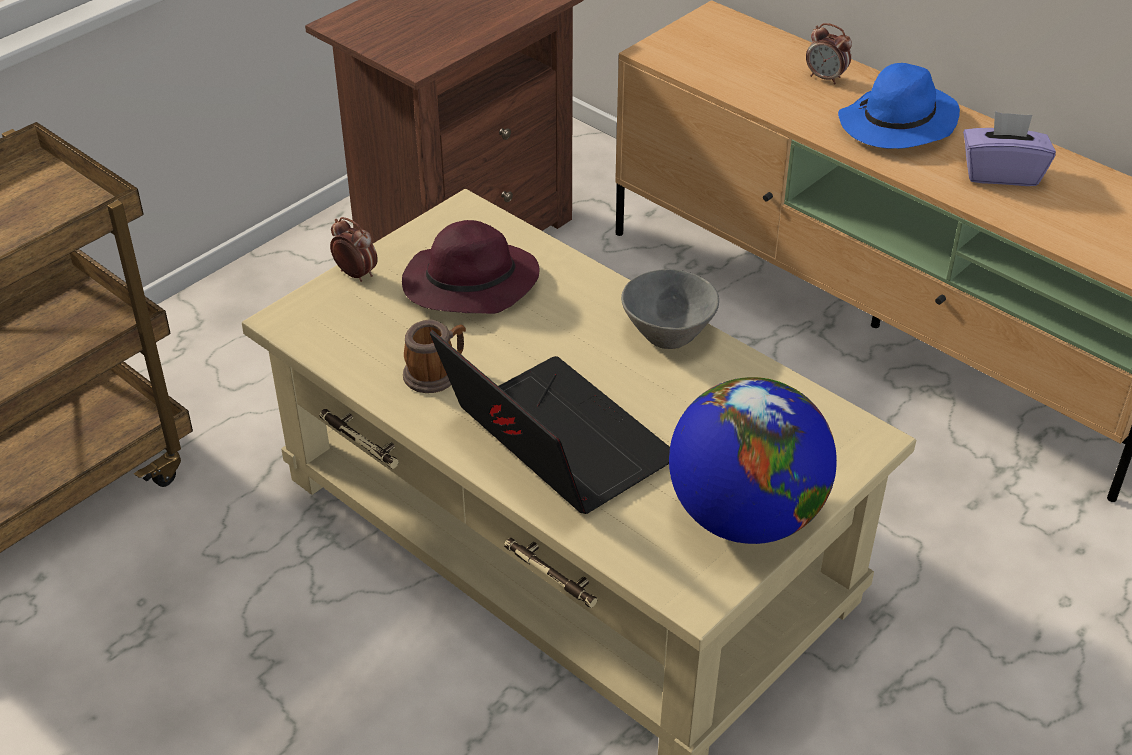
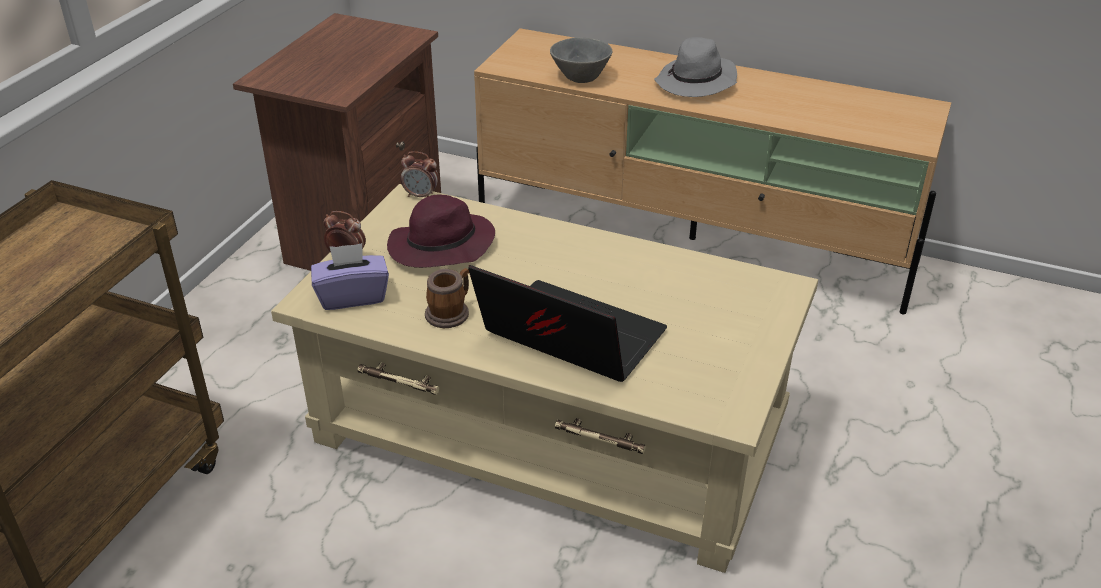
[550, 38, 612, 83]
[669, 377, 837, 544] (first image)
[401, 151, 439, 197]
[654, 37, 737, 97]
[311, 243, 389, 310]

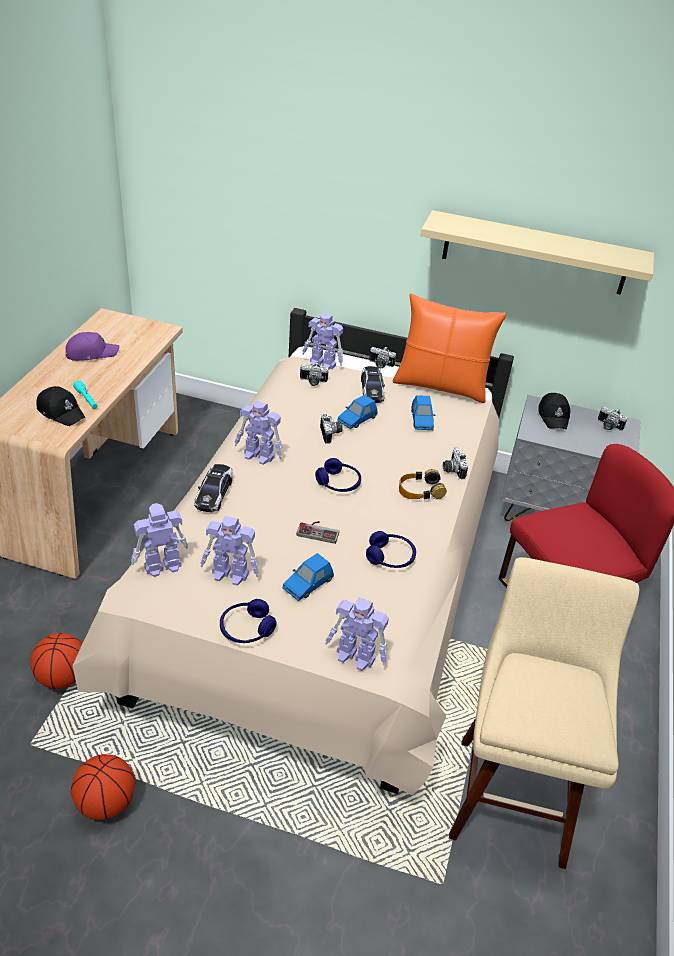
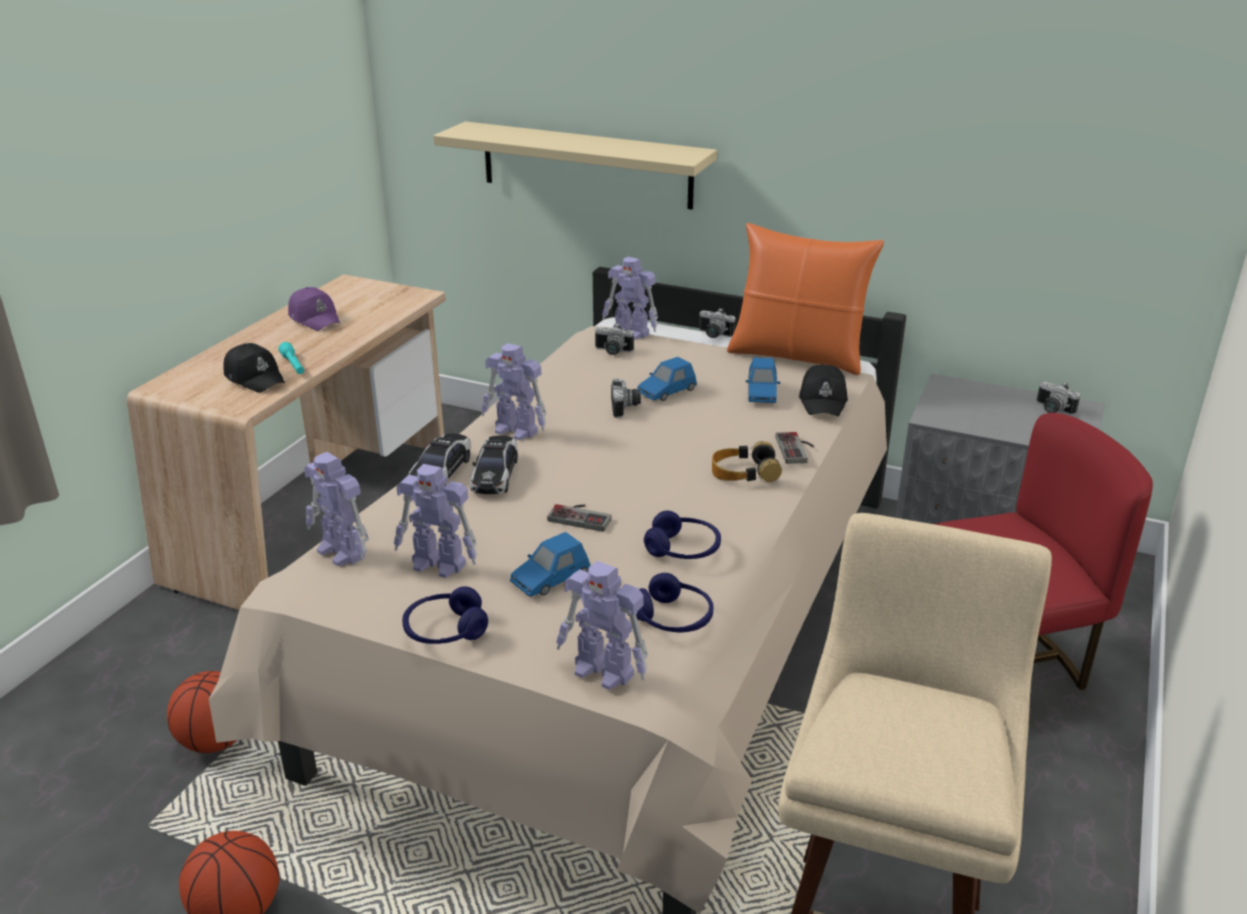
[288, 287, 340, 331]
[304, 452, 369, 566]
[636, 573, 714, 632]
[470, 435, 518, 494]
[433, 122, 717, 209]
[775, 432, 814, 464]
[799, 364, 848, 416]

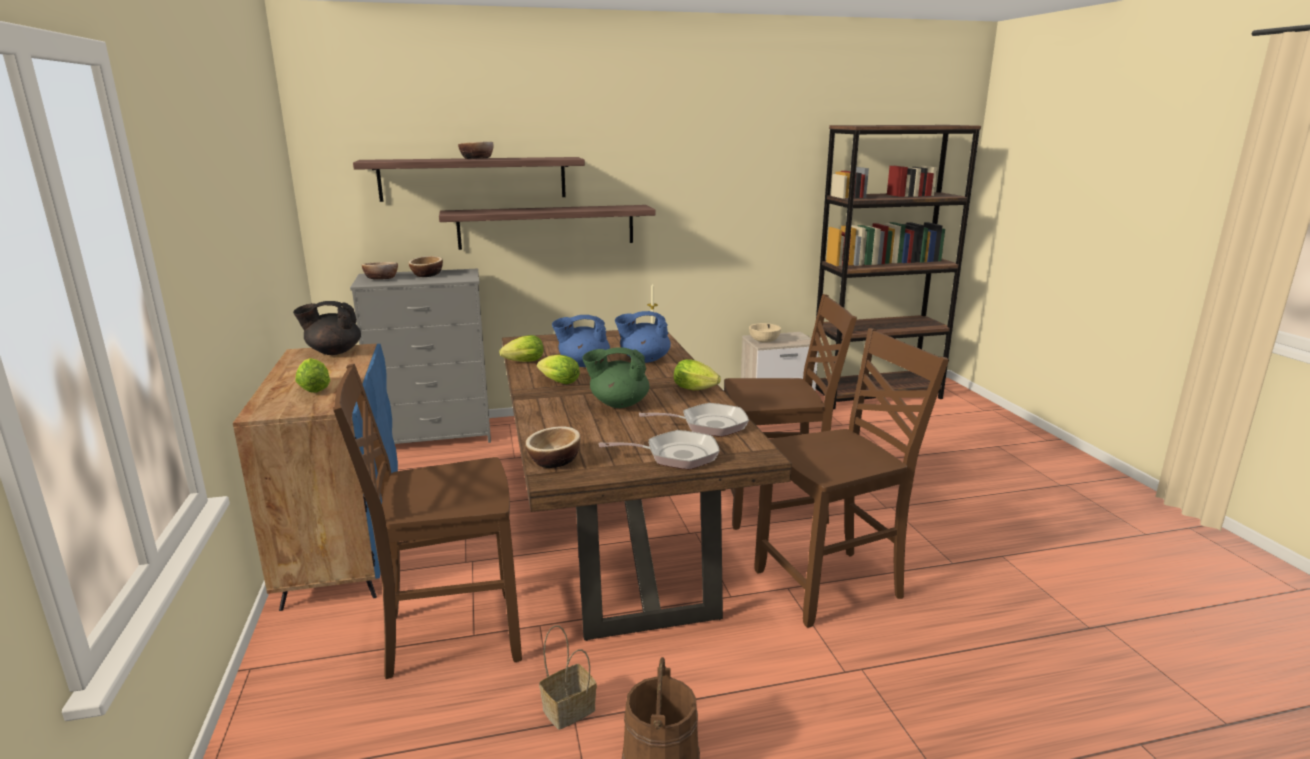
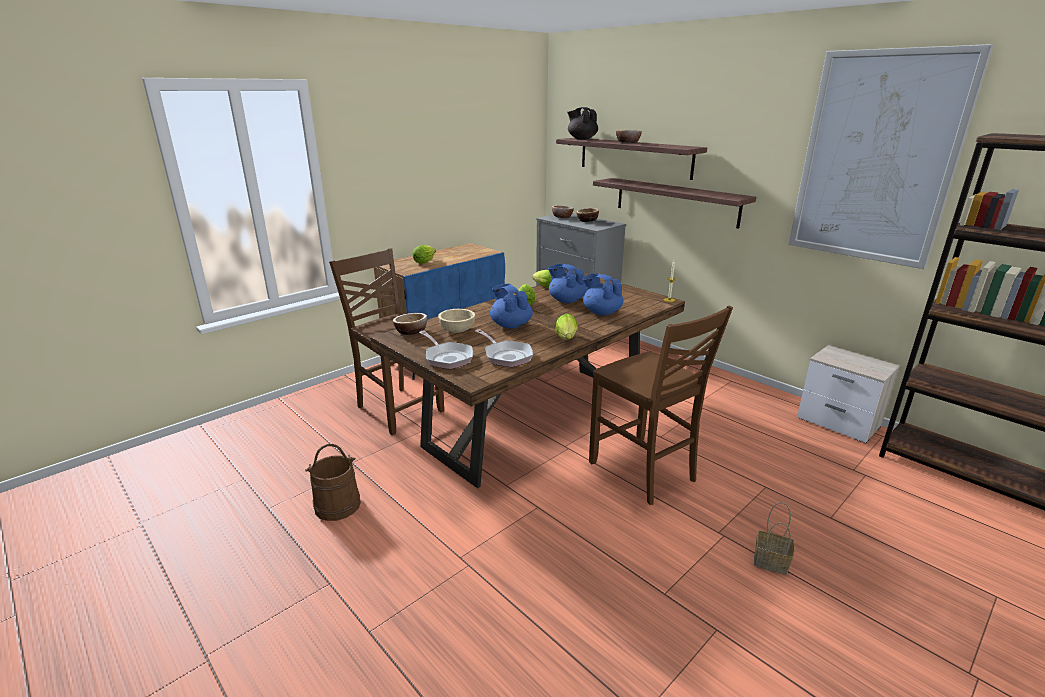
[567, 107, 598, 140]
[754, 502, 795, 575]
[490, 284, 533, 329]
[438, 309, 475, 333]
[754, 328, 949, 628] (first image)
[789, 44, 993, 269]

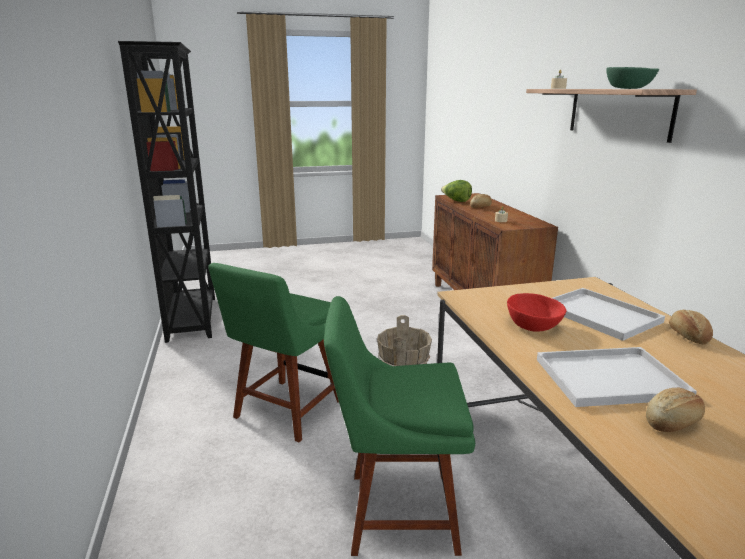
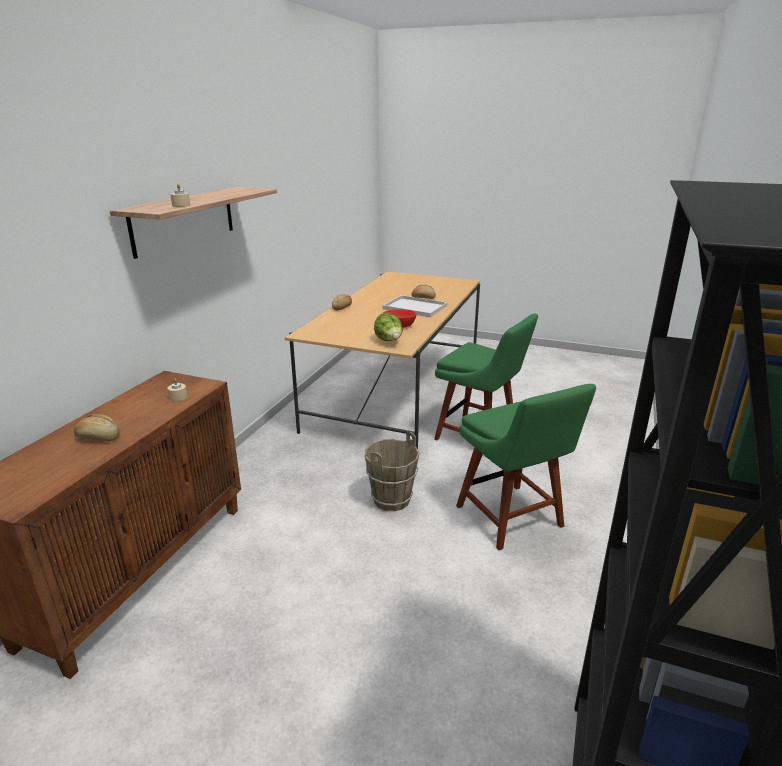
[456, 384, 596, 550]
[374, 313, 403, 341]
[552, 288, 665, 341] (first image)
[606, 67, 659, 89] (first image)

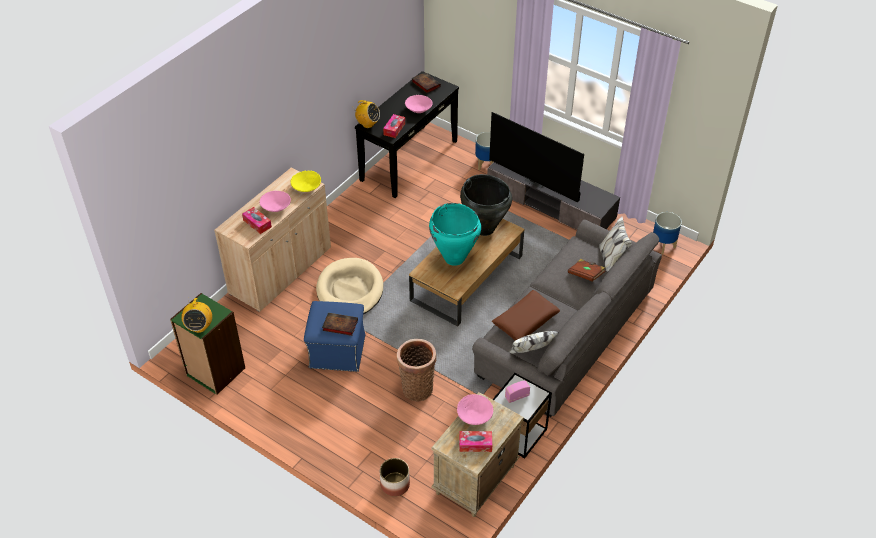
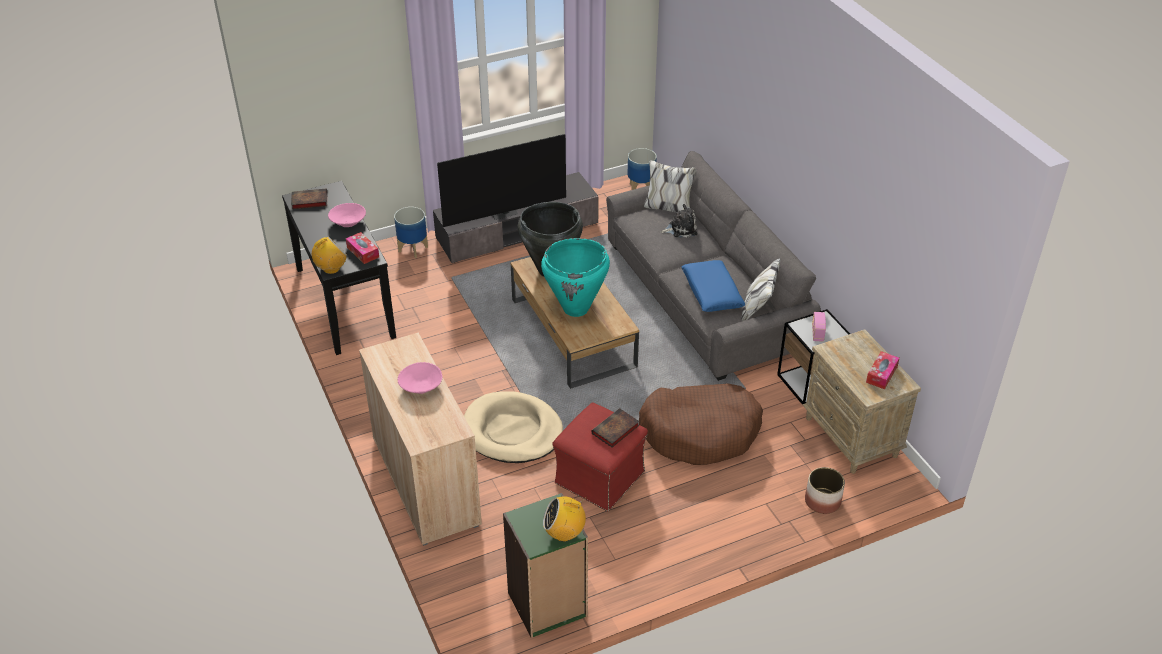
[543, 496, 587, 542]
[242, 207, 272, 234] (first image)
[290, 171, 321, 192] (first image)
[552, 402, 648, 512]
[639, 384, 763, 465]
[457, 394, 493, 425] (first image)
[682, 260, 745, 312]
[660, 204, 698, 238]

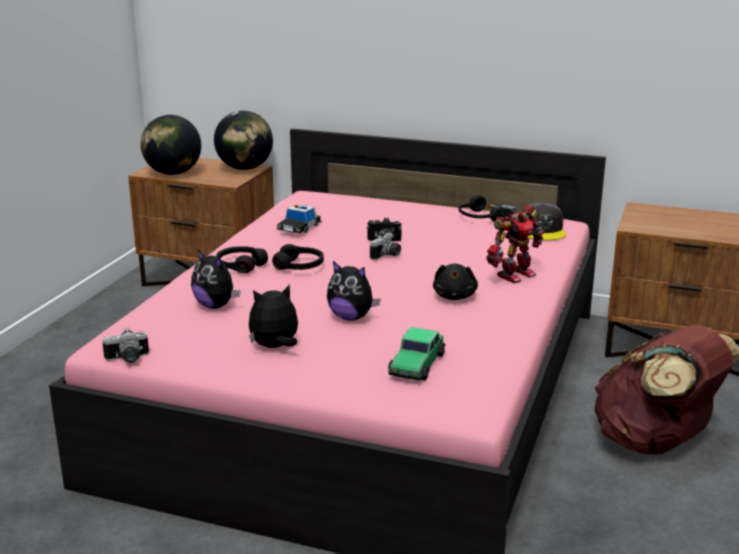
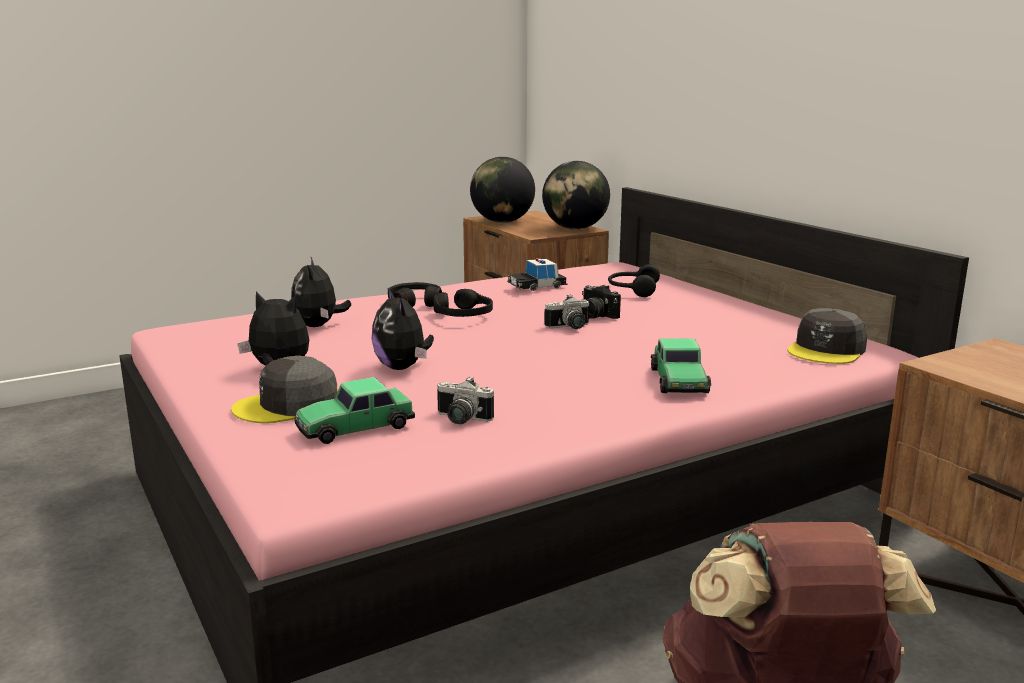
[437, 377, 494, 424]
[433, 264, 478, 300] (first image)
[608, 264, 660, 297]
[651, 339, 711, 393]
[231, 356, 337, 423]

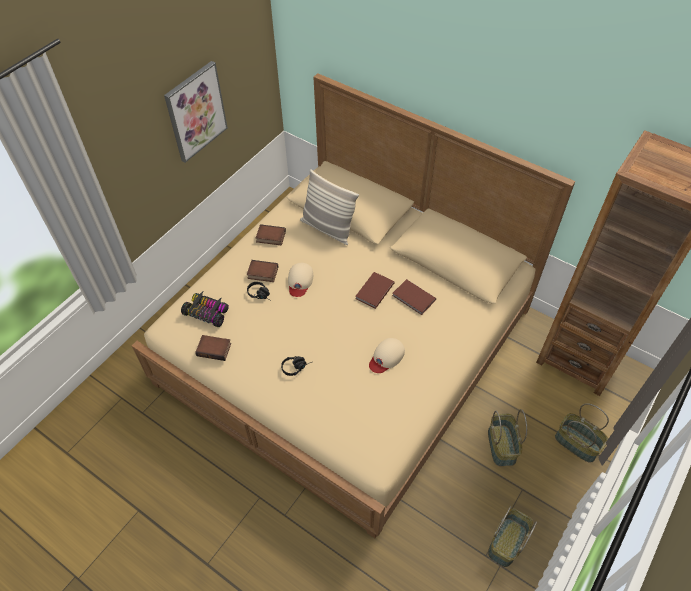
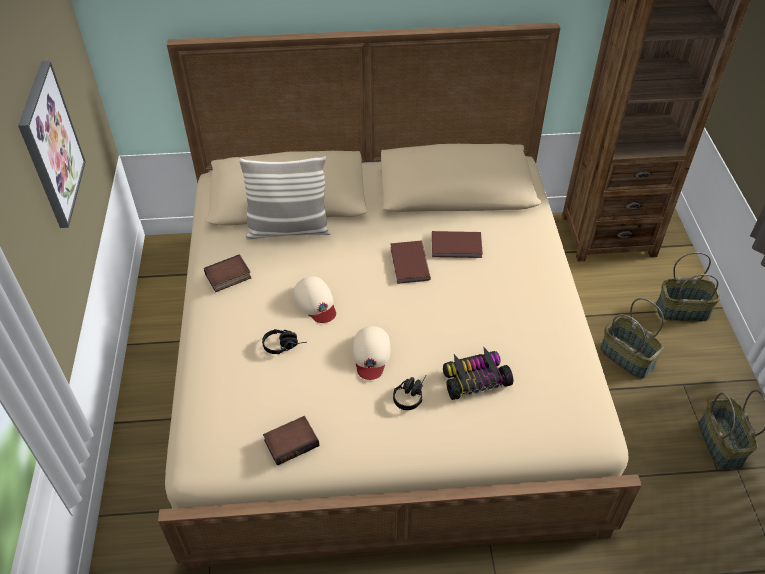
[443, 346, 514, 400]
[247, 260, 278, 282] (first image)
[352, 326, 390, 380]

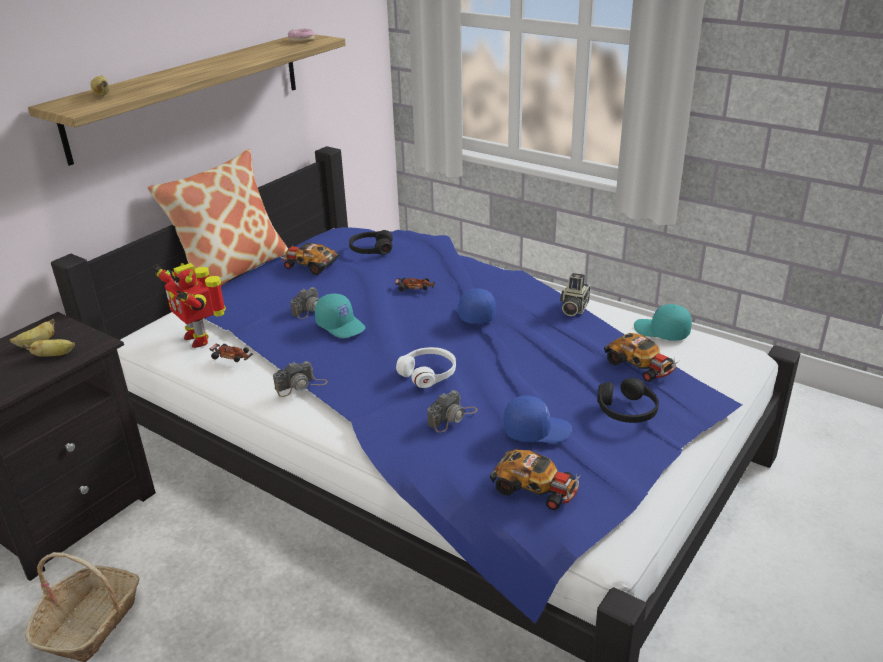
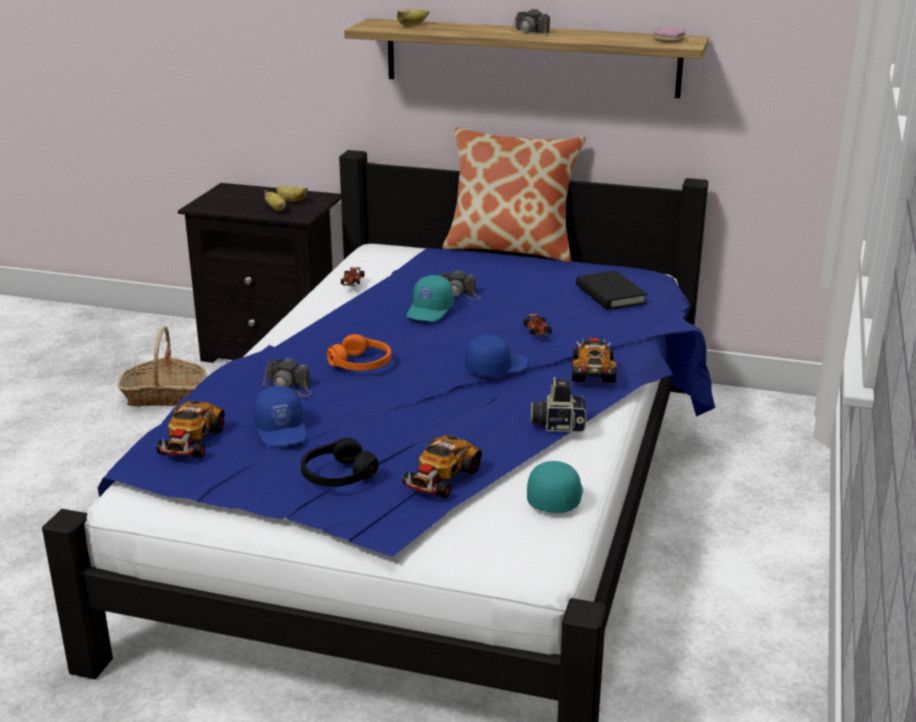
[153, 263, 226, 348] (first image)
[511, 9, 550, 36]
[572, 338, 617, 383]
[576, 271, 648, 310]
[327, 334, 391, 371]

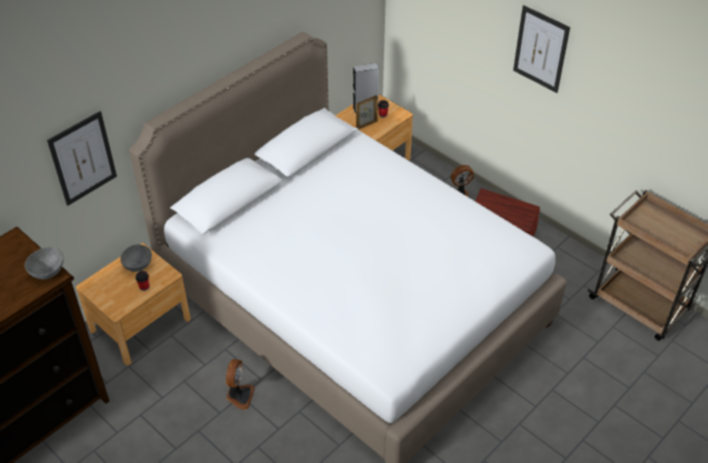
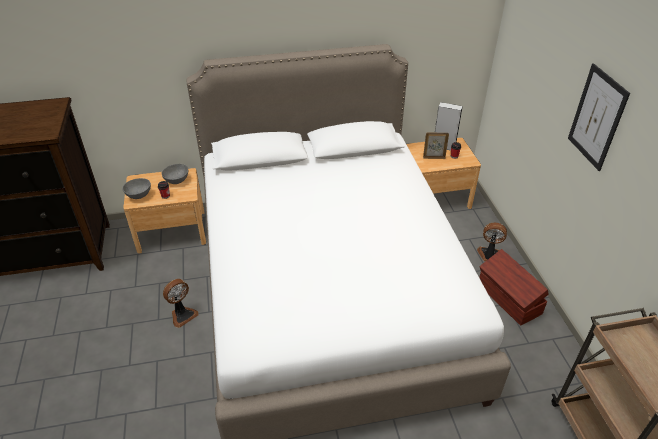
[122, 178, 151, 199]
[47, 111, 117, 206] (first image)

